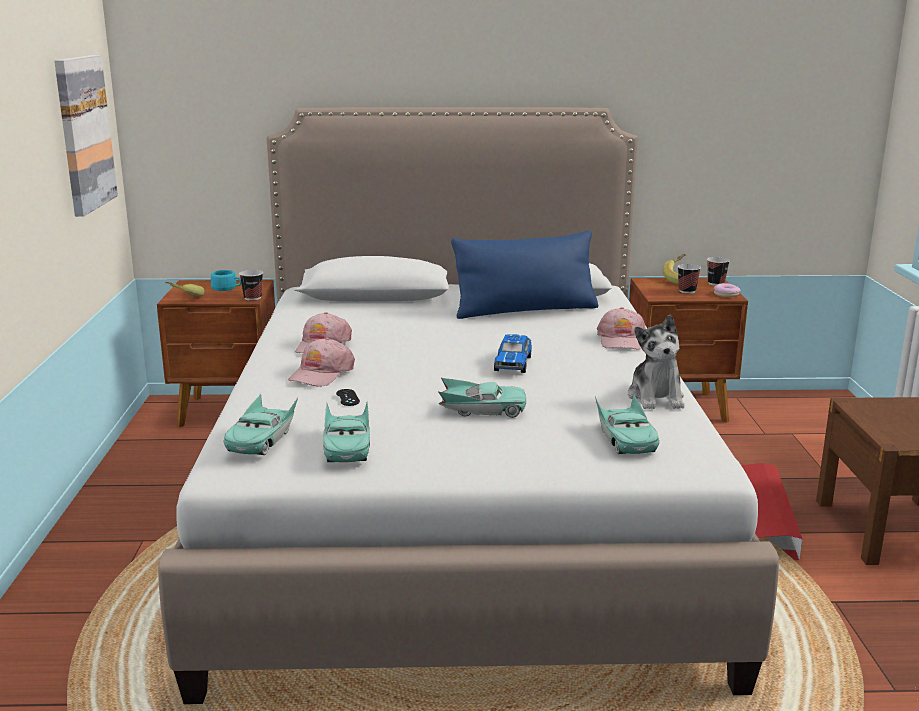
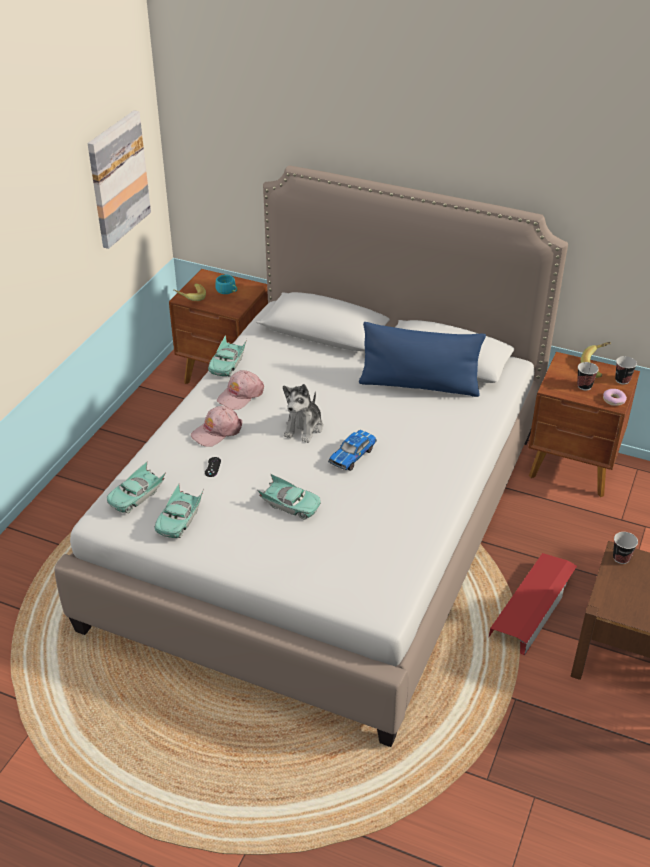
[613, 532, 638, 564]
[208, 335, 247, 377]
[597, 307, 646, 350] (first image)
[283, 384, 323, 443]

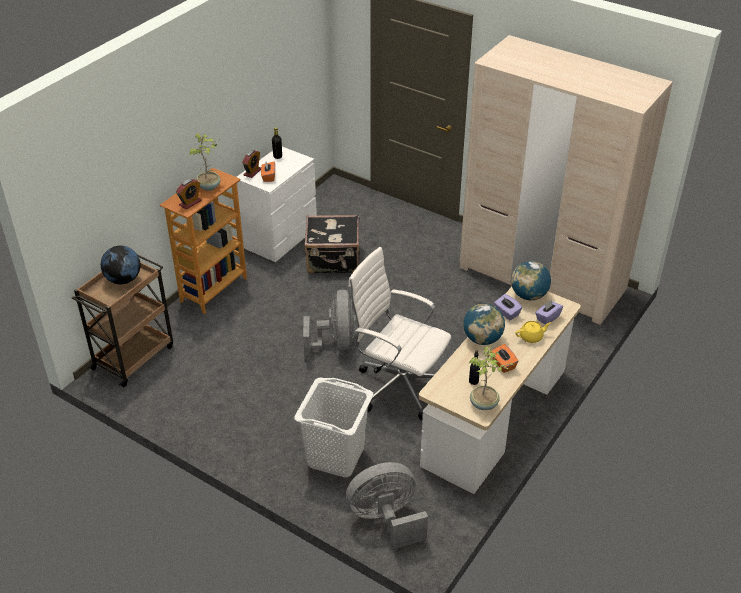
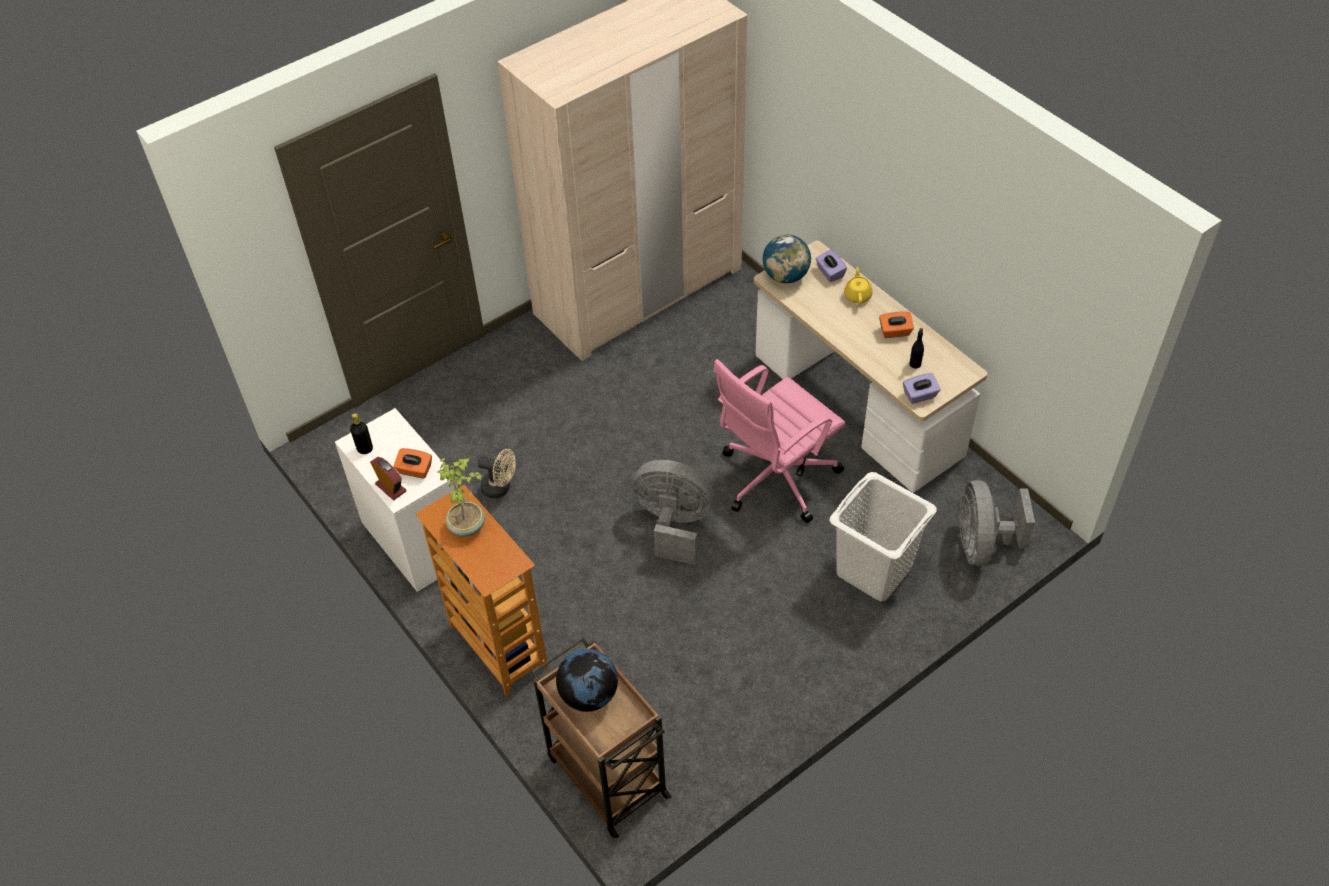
[176, 179, 202, 210] (first image)
[478, 449, 516, 498]
[713, 359, 845, 523]
[463, 304, 505, 345] (first image)
[469, 346, 514, 410] (first image)
[903, 373, 941, 404]

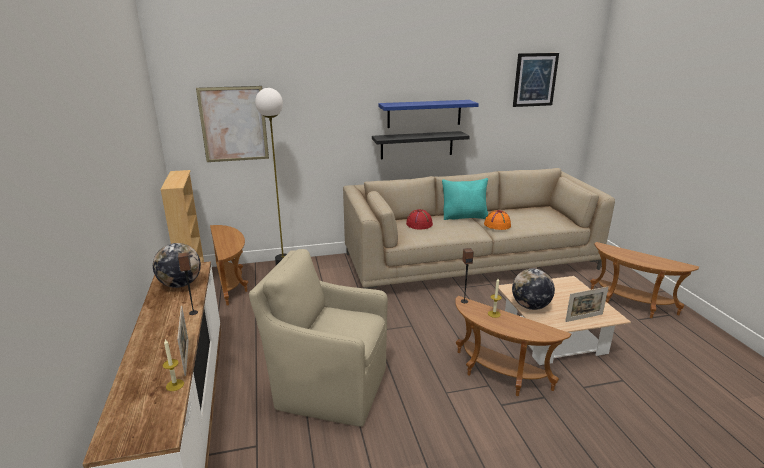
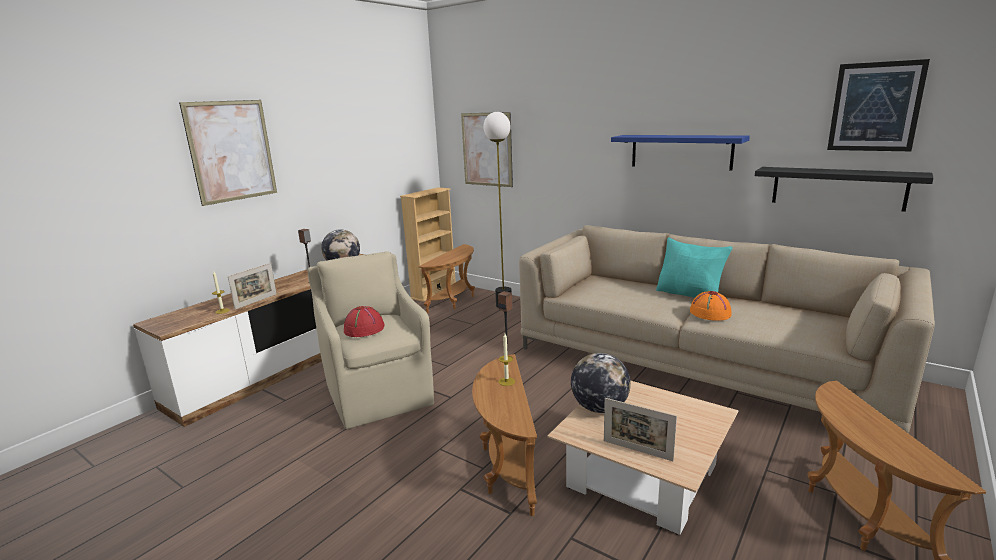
[755, 167, 934, 212]
[344, 306, 385, 337]
[179, 100, 277, 206]

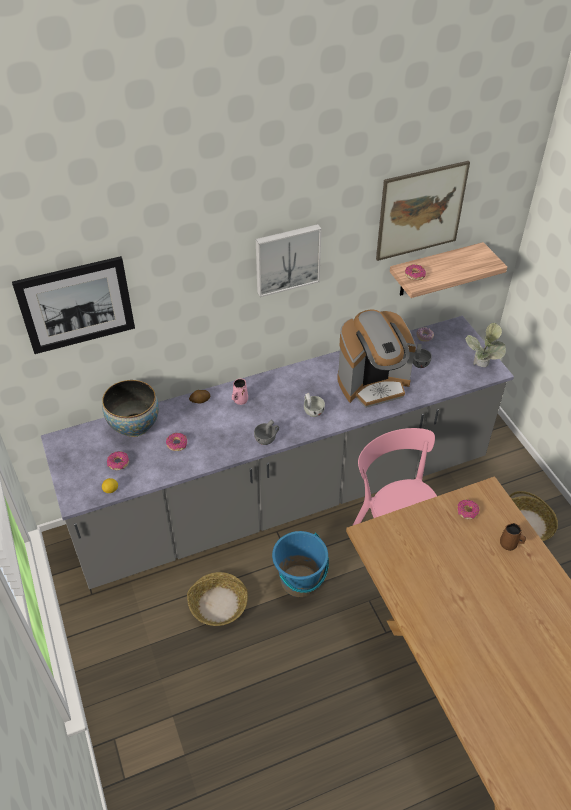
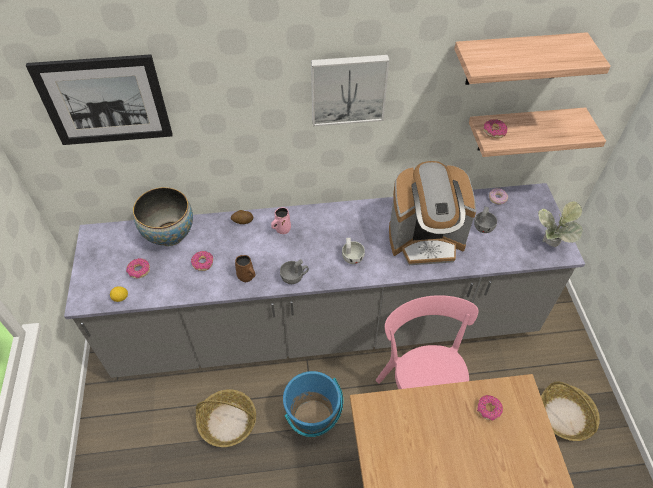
[454, 32, 611, 85]
[235, 255, 255, 282]

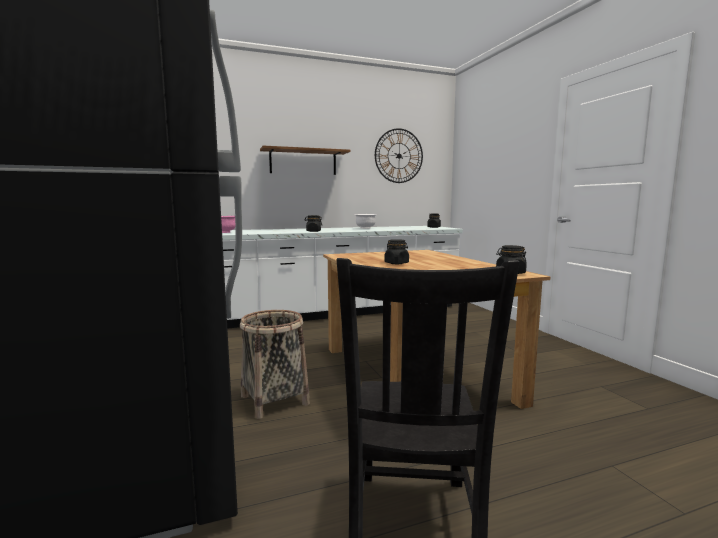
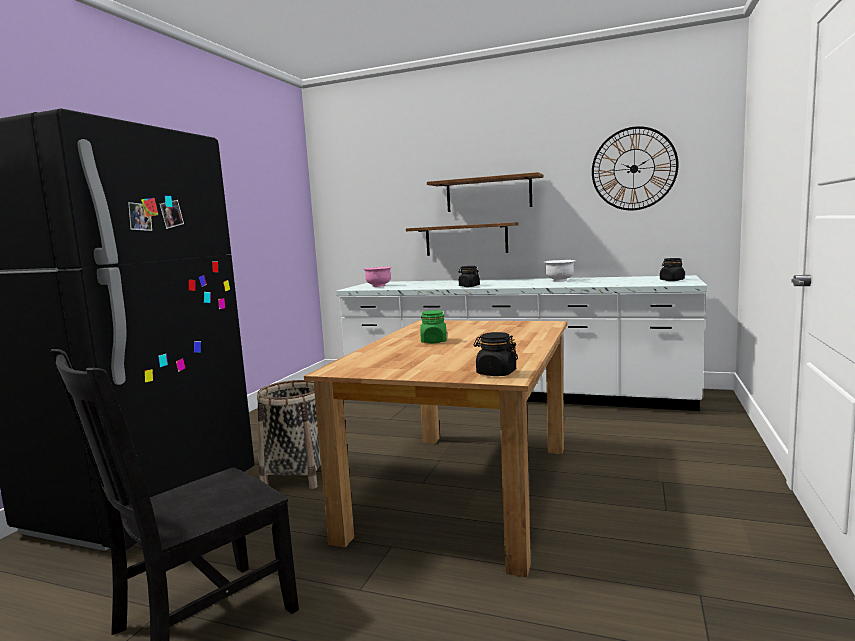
[420, 310, 447, 343]
[406, 222, 519, 256]

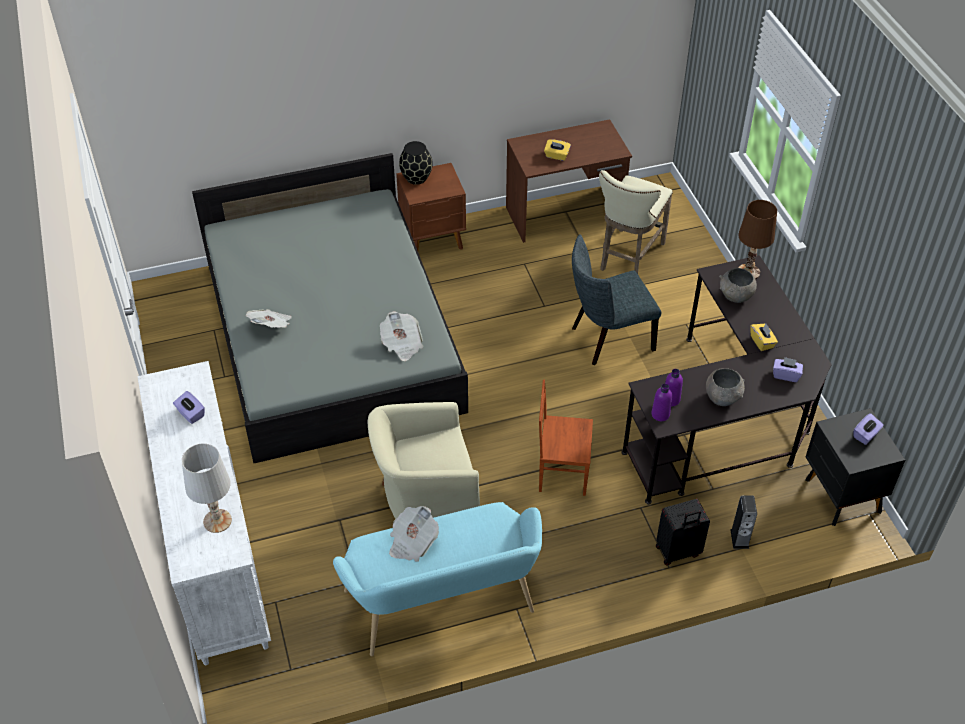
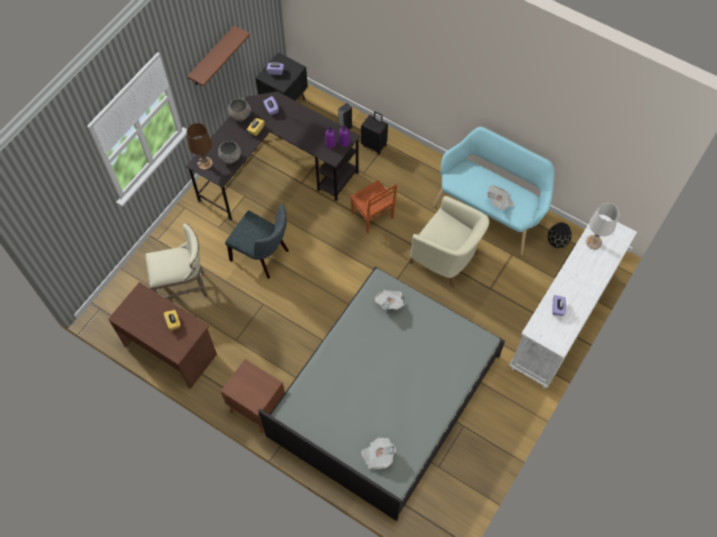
[361, 438, 396, 469]
[548, 222, 572, 248]
[228, 97, 251, 122]
[187, 25, 250, 86]

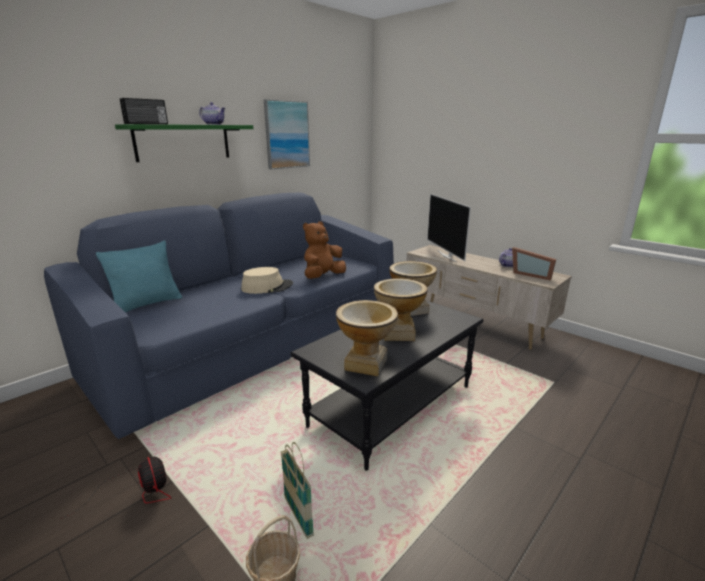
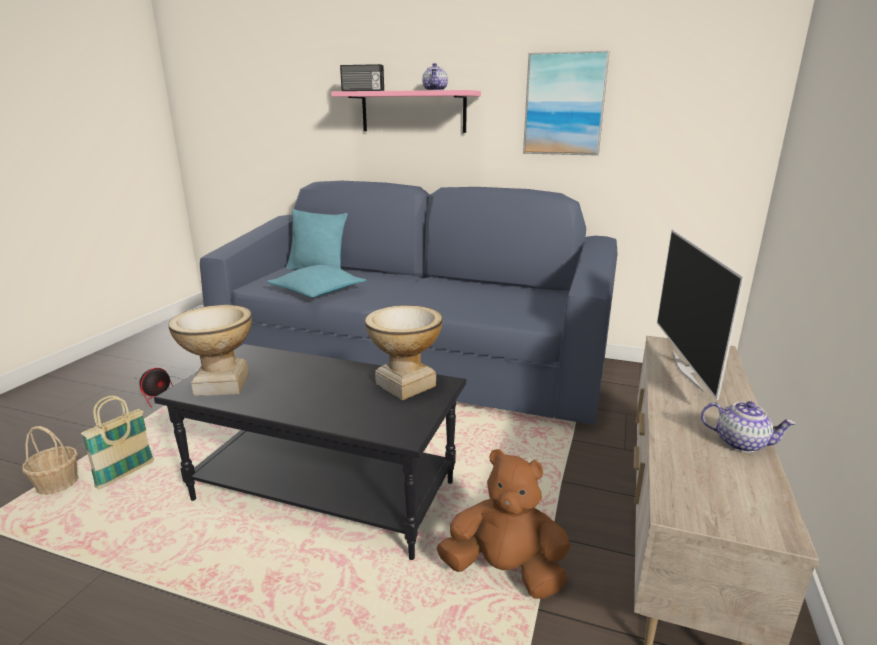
[331, 90, 481, 133]
[241, 267, 293, 294] (first image)
[436, 449, 571, 599]
[374, 279, 428, 341] (first image)
[657, 229, 745, 400]
[512, 247, 556, 280] (first image)
[267, 265, 366, 297]

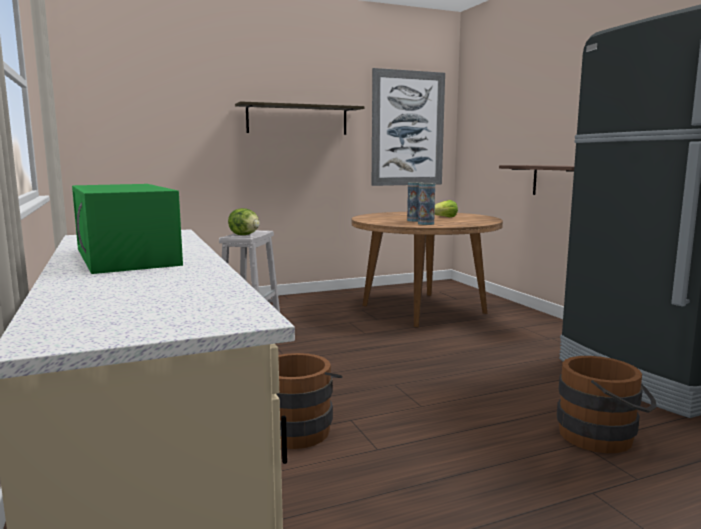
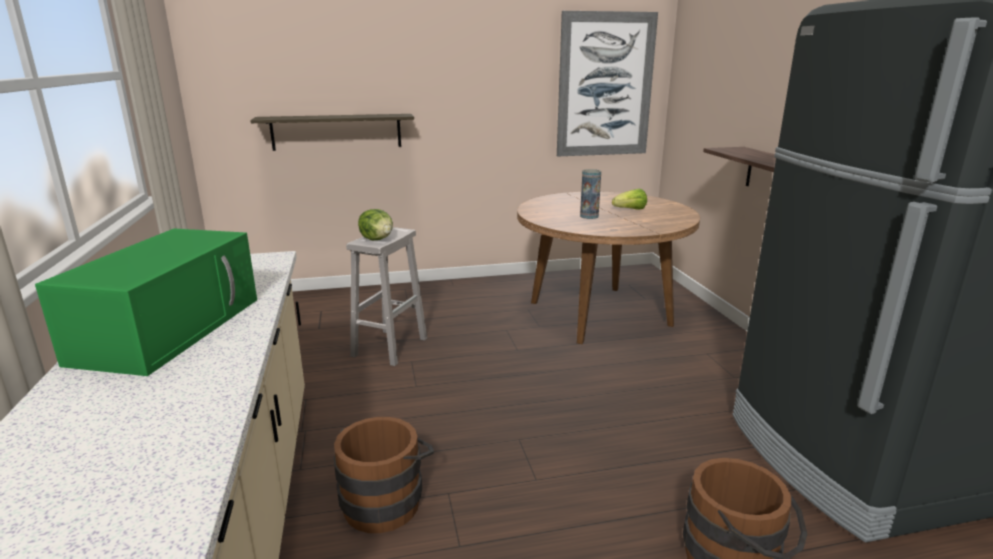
[35, 229, 257, 376]
[250, 114, 414, 151]
[418, 183, 435, 225] (first image)

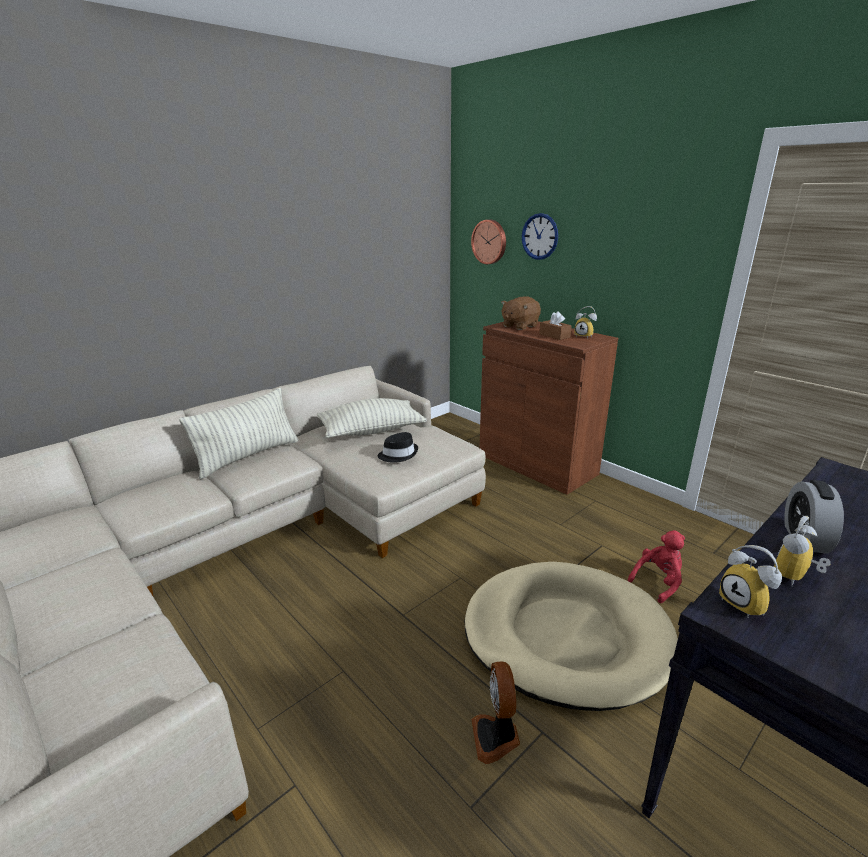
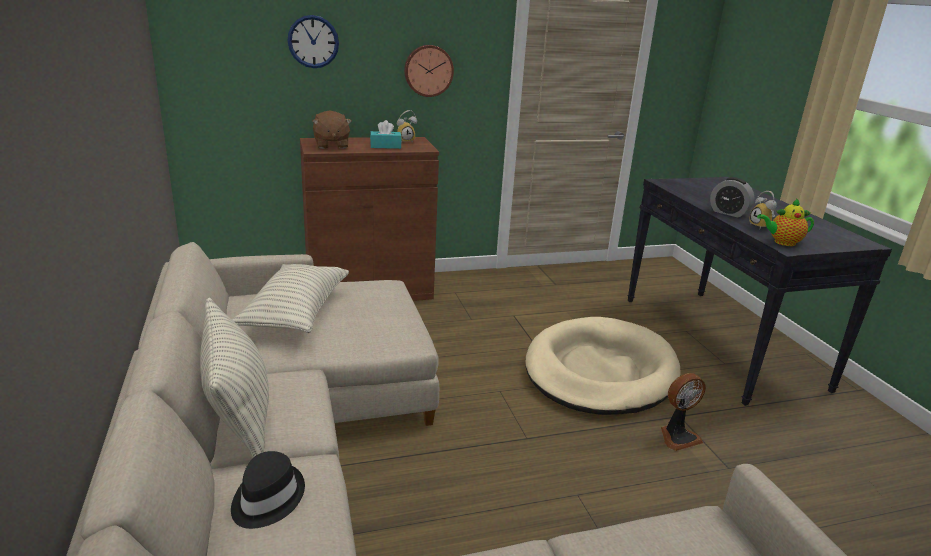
[231, 451, 305, 529]
[404, 45, 454, 97]
[661, 373, 706, 451]
[370, 120, 402, 149]
[628, 530, 685, 603] (first image)
[757, 198, 814, 246]

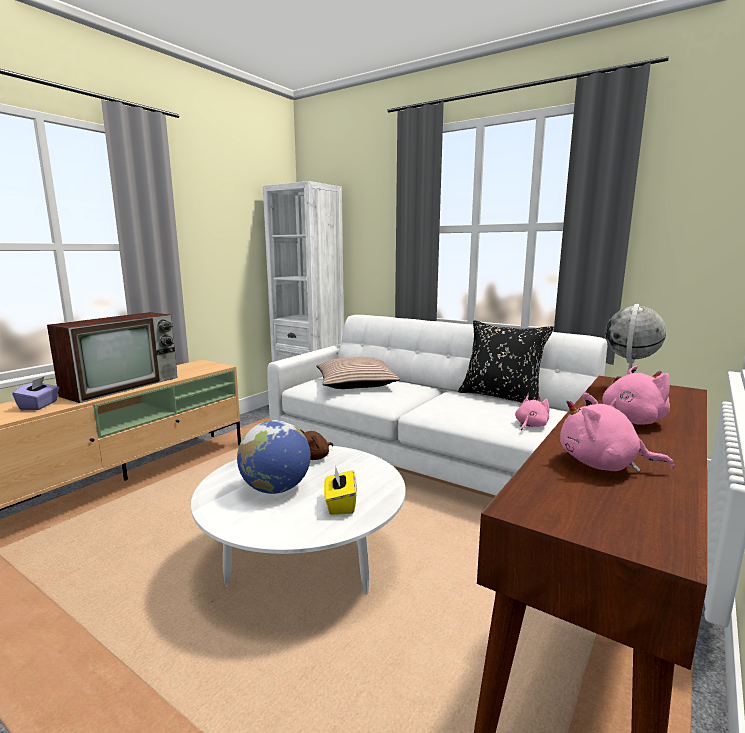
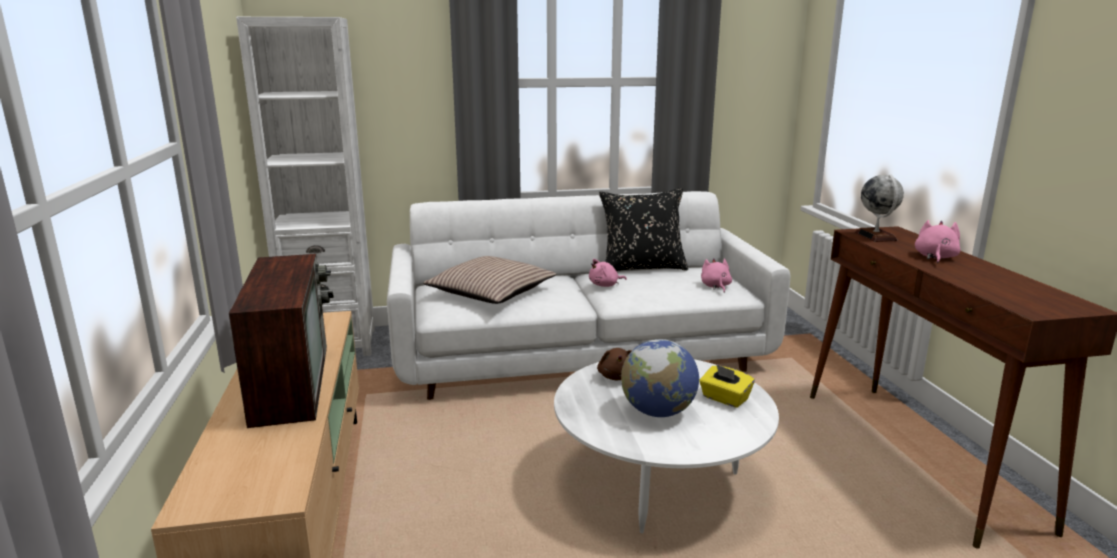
[12, 377, 59, 410] (first image)
[589, 259, 627, 287]

